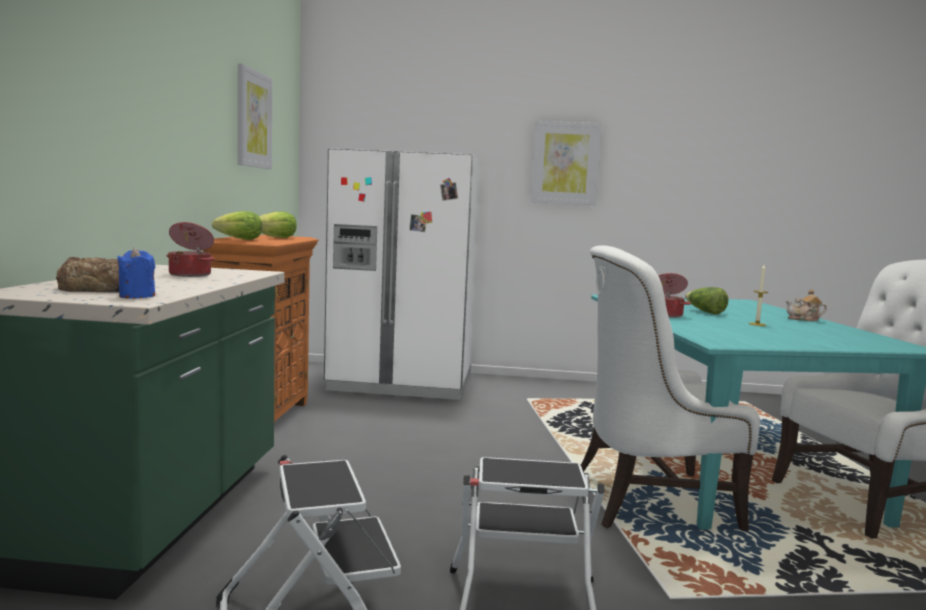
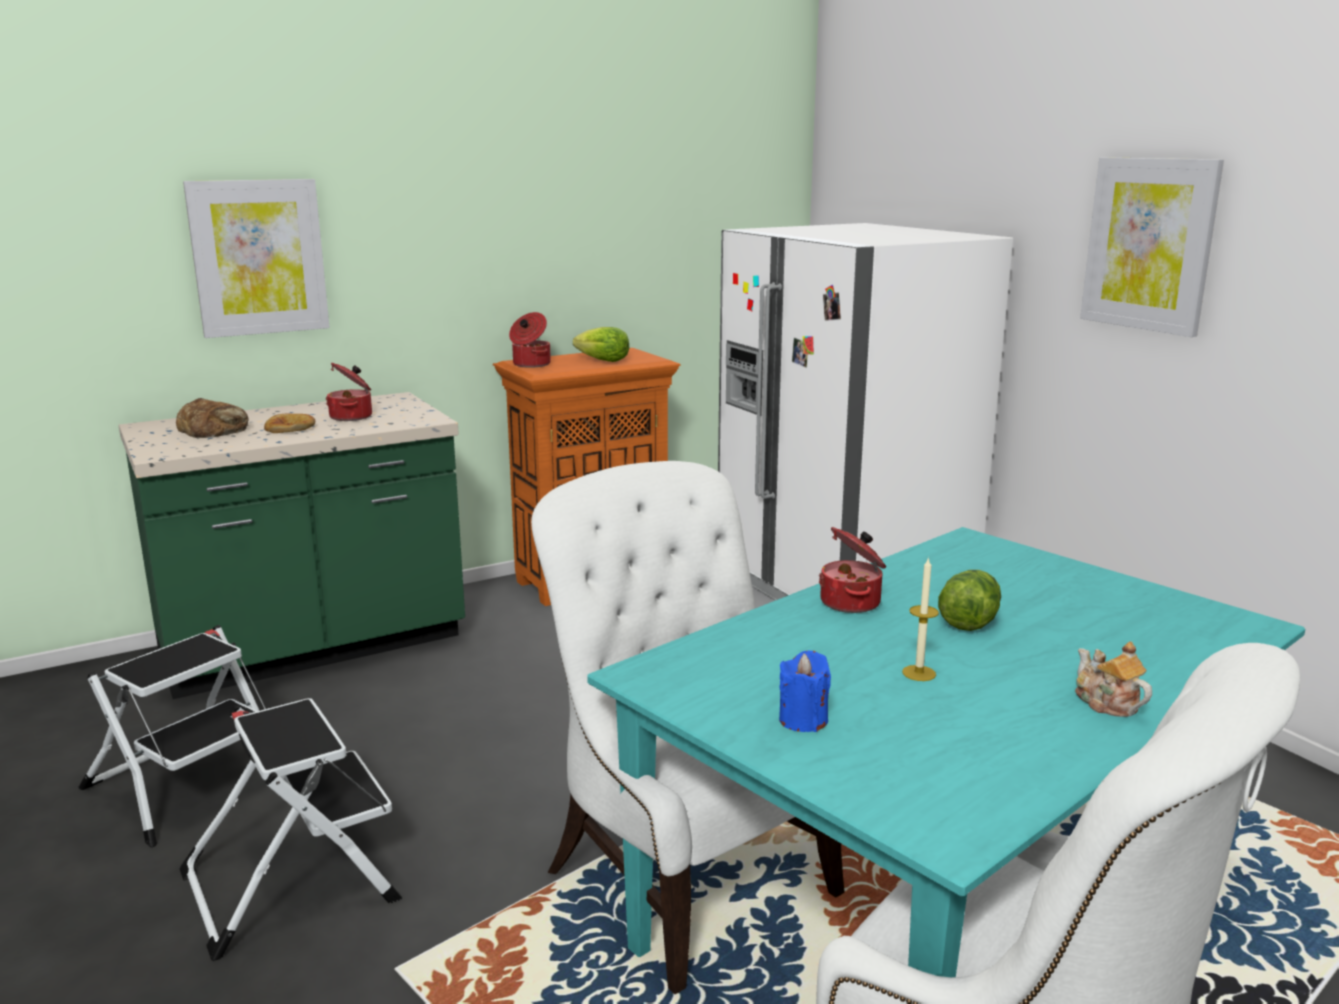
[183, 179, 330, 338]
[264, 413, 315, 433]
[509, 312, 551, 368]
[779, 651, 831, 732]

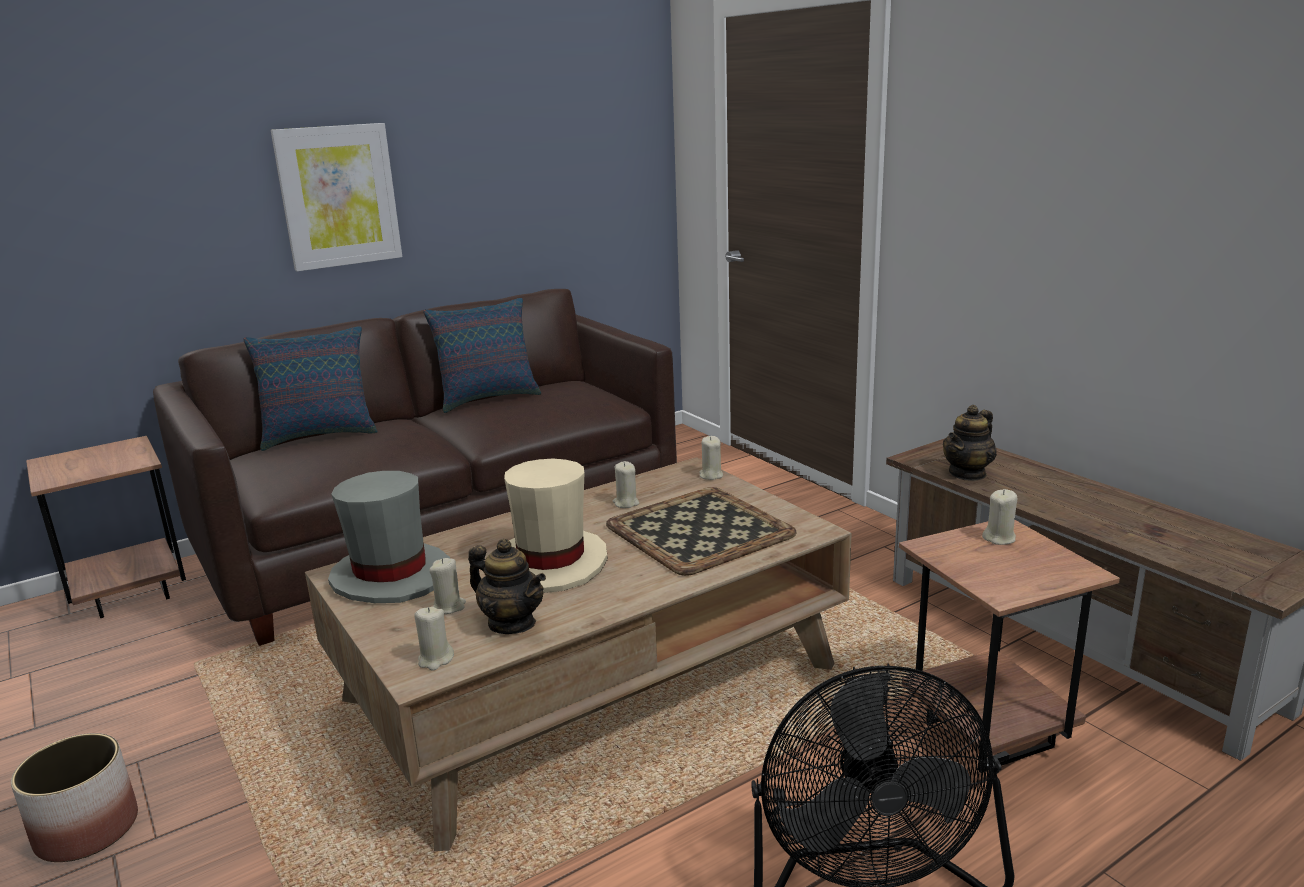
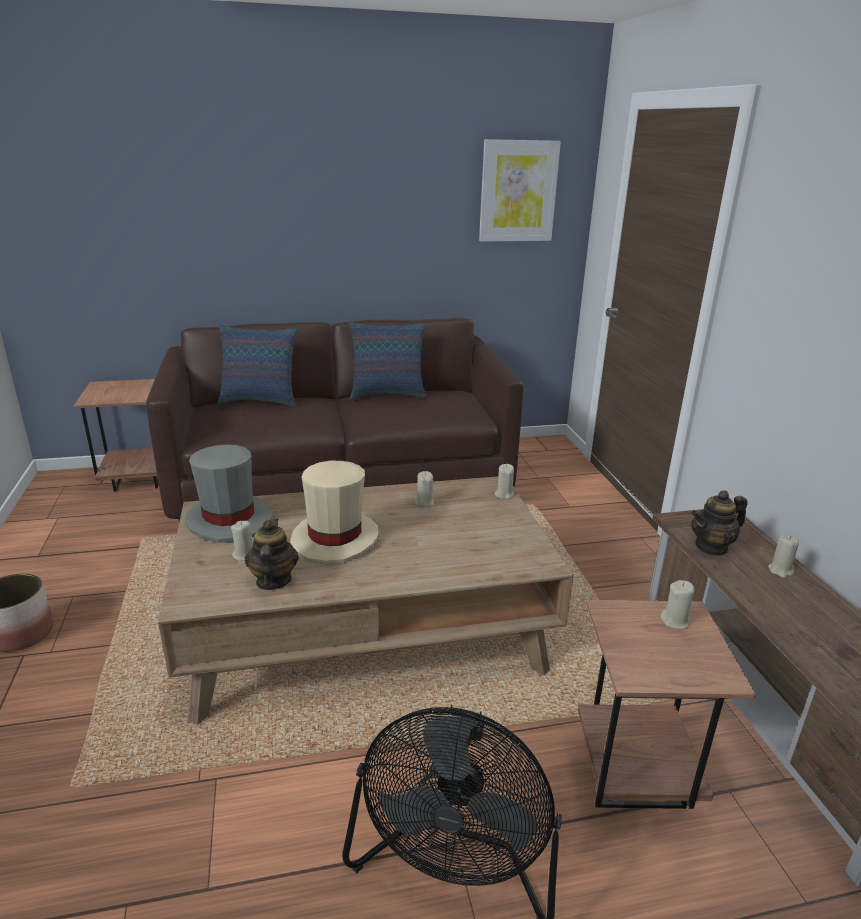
[245, 518, 299, 590]
[479, 139, 561, 241]
[768, 535, 799, 578]
[606, 487, 797, 576] (first image)

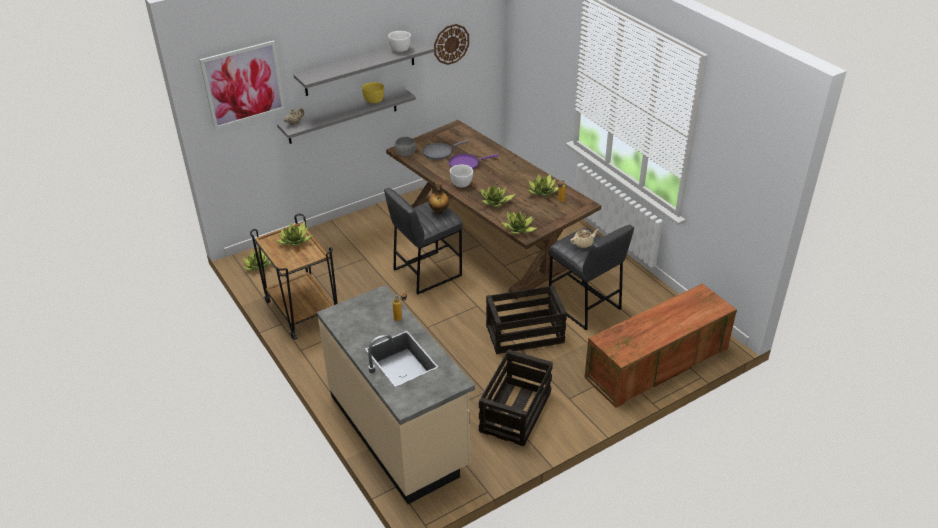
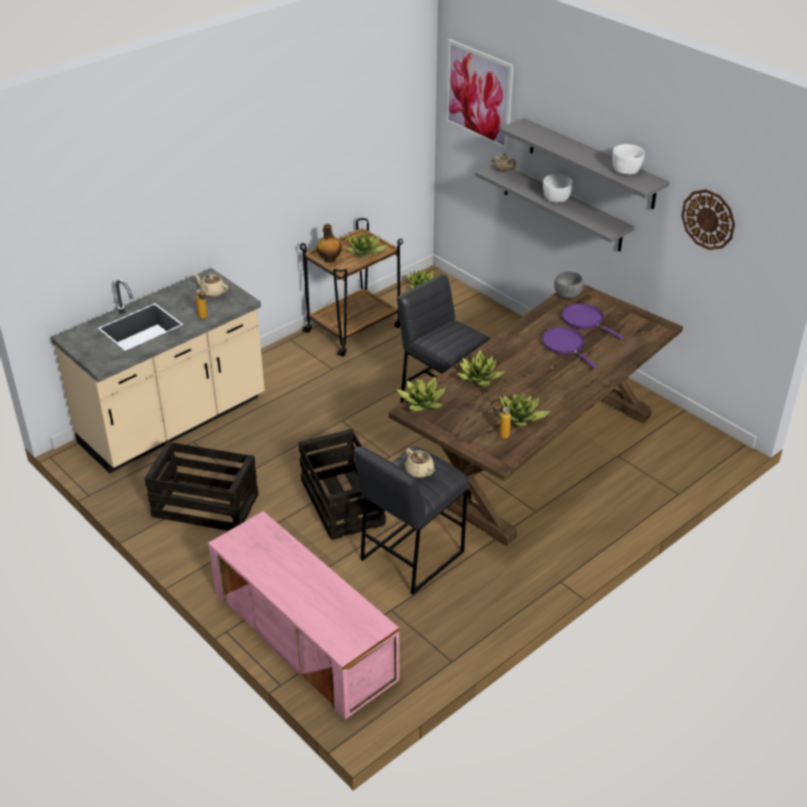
[194, 274, 228, 297]
[208, 511, 399, 719]
[316, 224, 342, 263]
[543, 174, 573, 203]
[562, 303, 624, 339]
[362, 82, 384, 103] (first image)

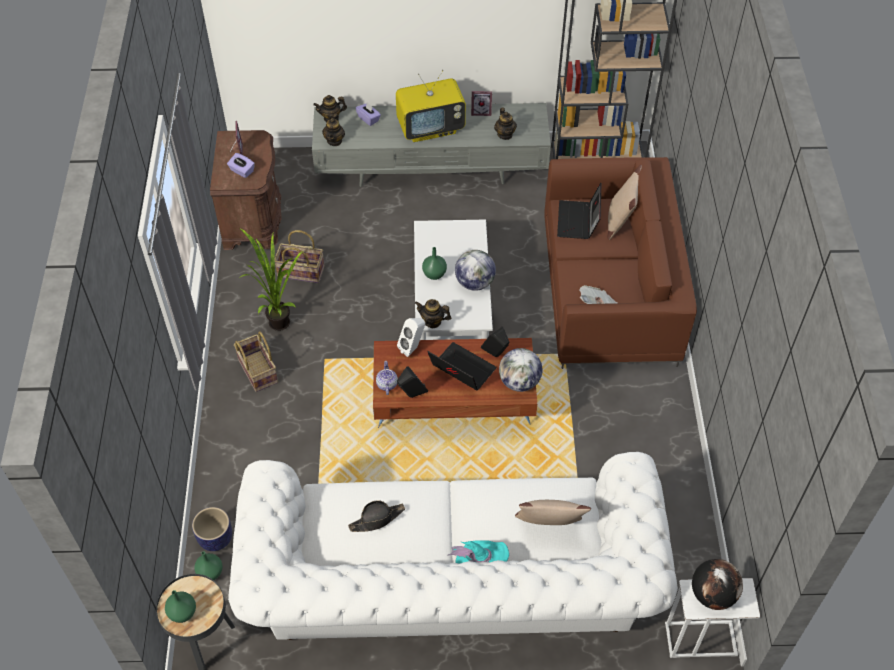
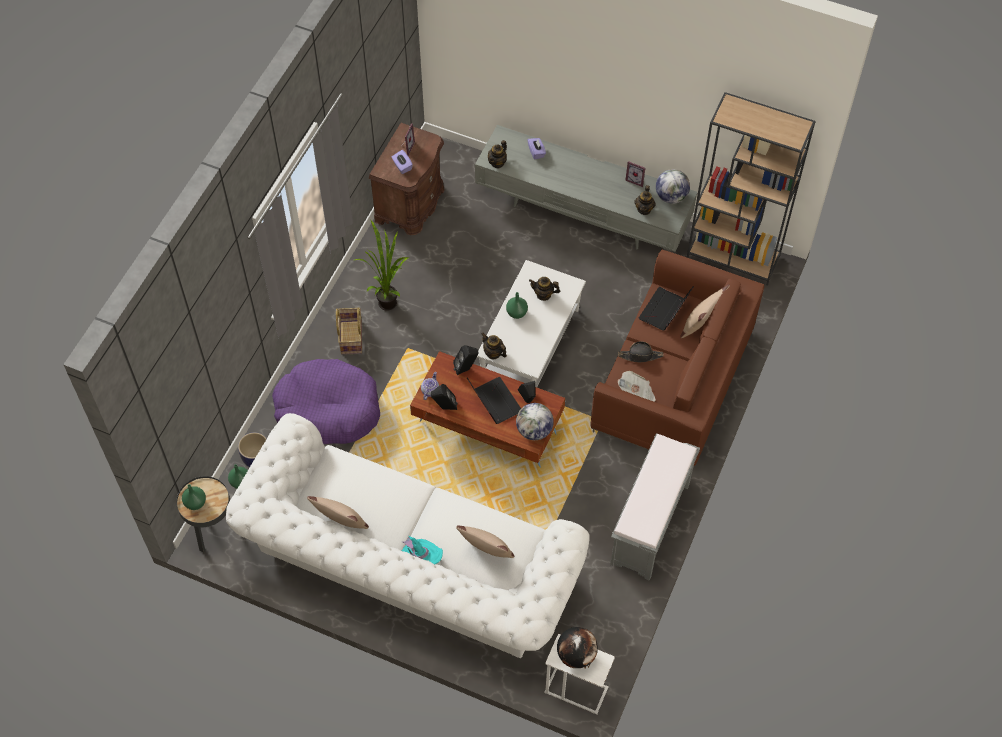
[272, 359, 380, 444]
[307, 496, 369, 529]
[453, 345, 479, 375]
[529, 277, 560, 301]
[610, 433, 700, 581]
[618, 341, 664, 362]
[656, 169, 690, 204]
[275, 230, 324, 283] (first image)
[396, 70, 466, 142] (first image)

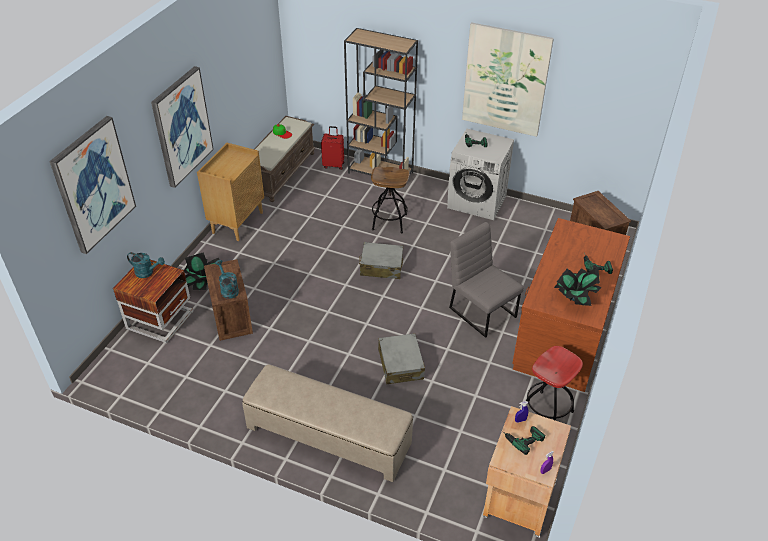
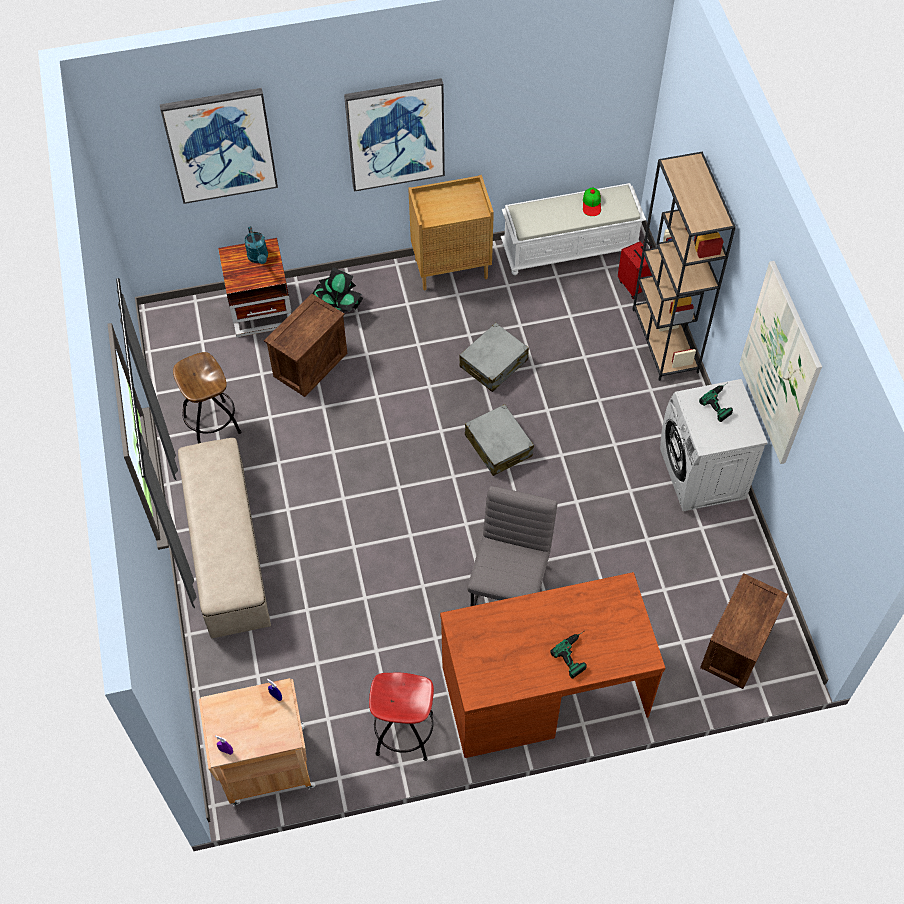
[173, 352, 241, 444]
[459, 323, 529, 392]
[501, 183, 646, 275]
[215, 260, 239, 299] (first image)
[500, 426, 545, 455] (first image)
[554, 268, 601, 306] (first image)

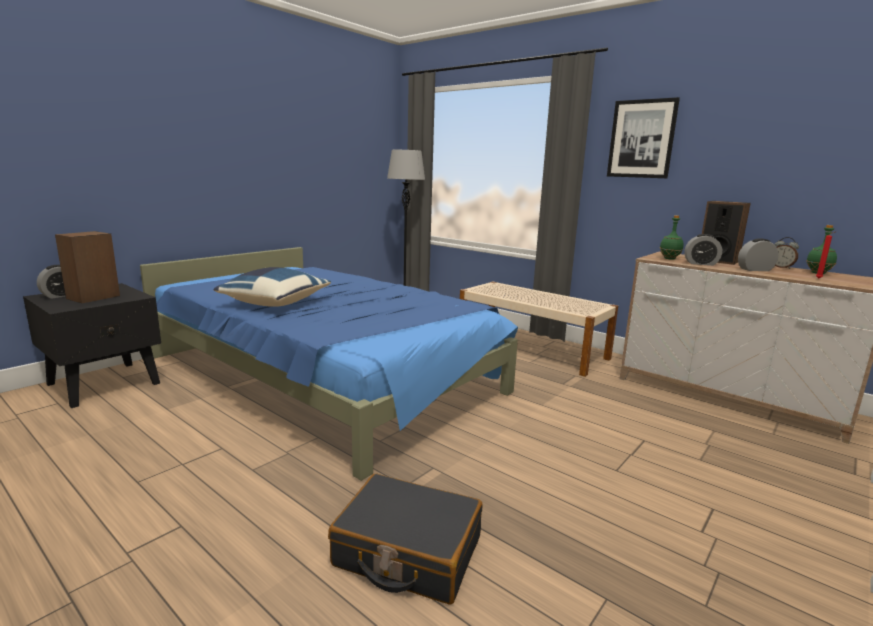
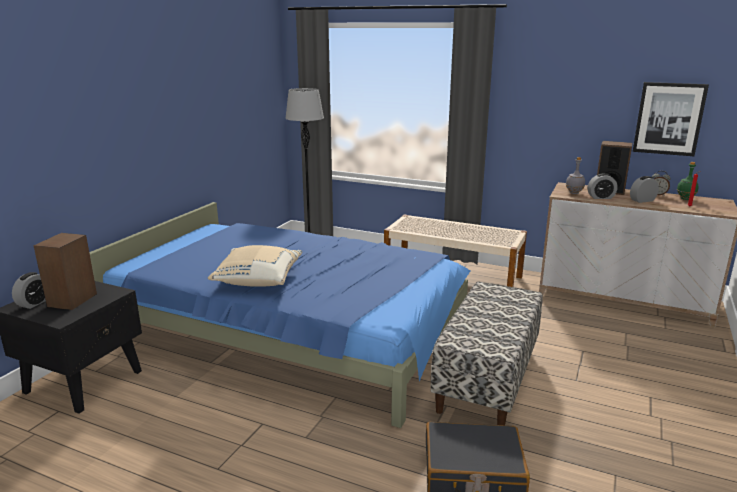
[208, 245, 302, 287]
[430, 282, 543, 425]
[566, 157, 585, 194]
[633, 82, 709, 156]

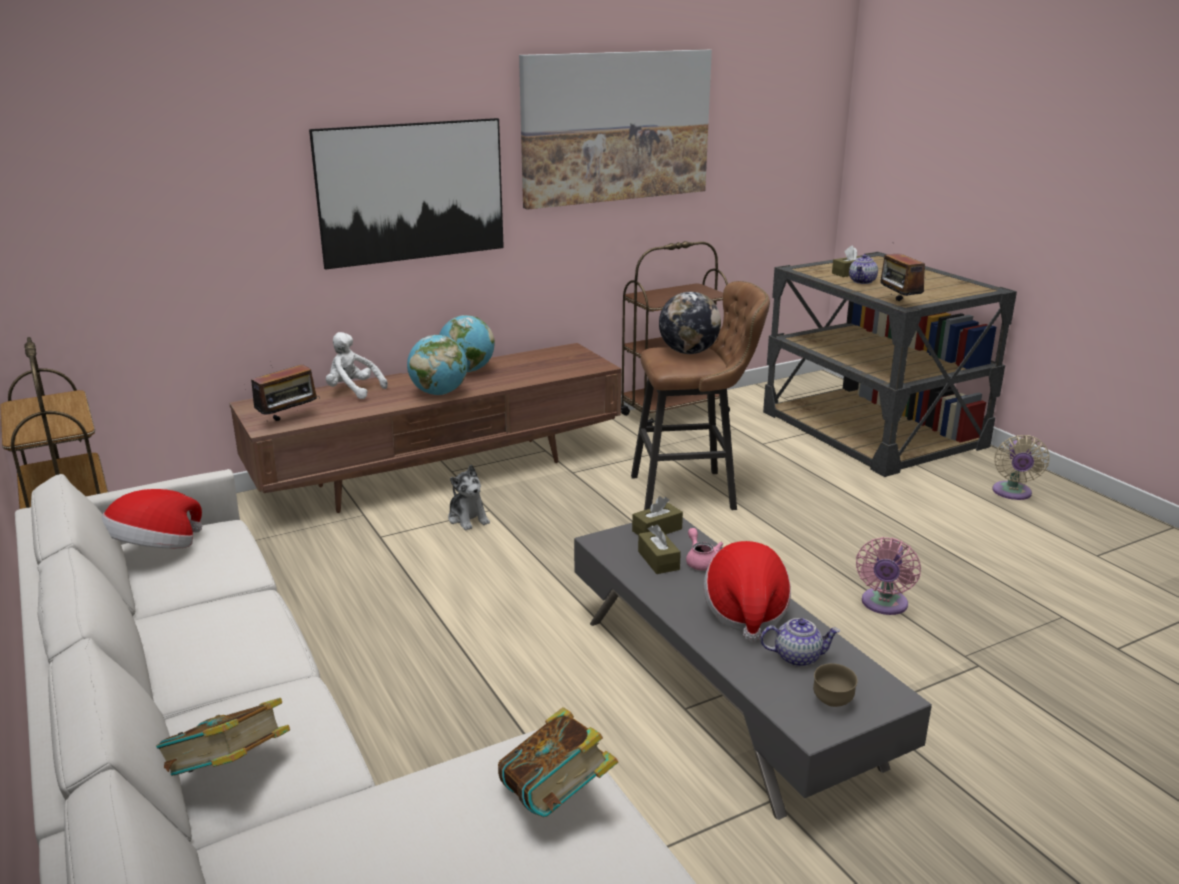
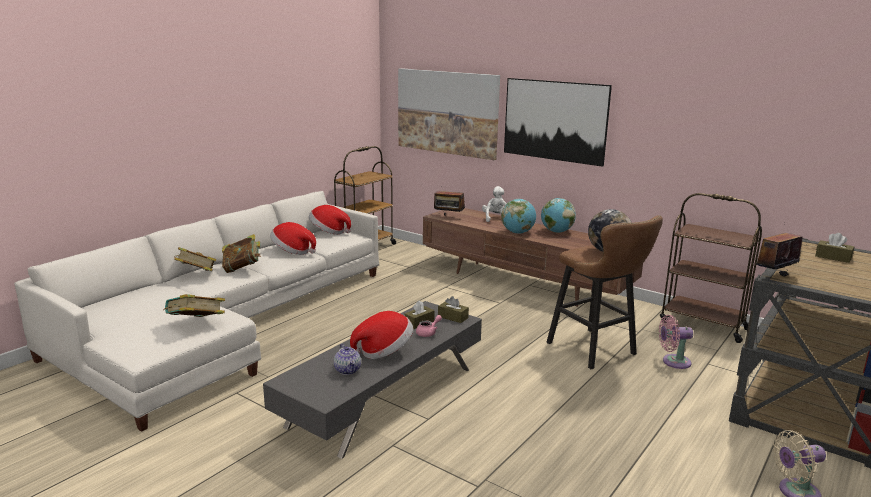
[222, 234, 261, 273]
[270, 222, 316, 255]
[398, 68, 500, 160]
[659, 315, 693, 369]
[448, 465, 490, 530] (first image)
[813, 663, 858, 707] (first image)
[849, 255, 878, 284] (first image)

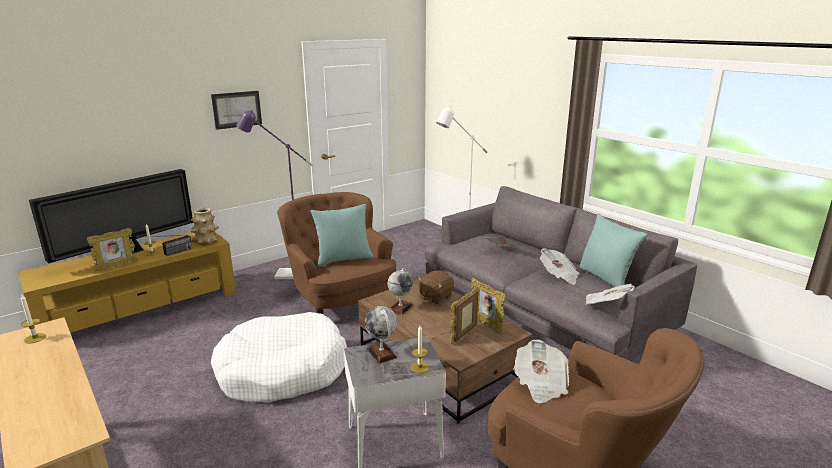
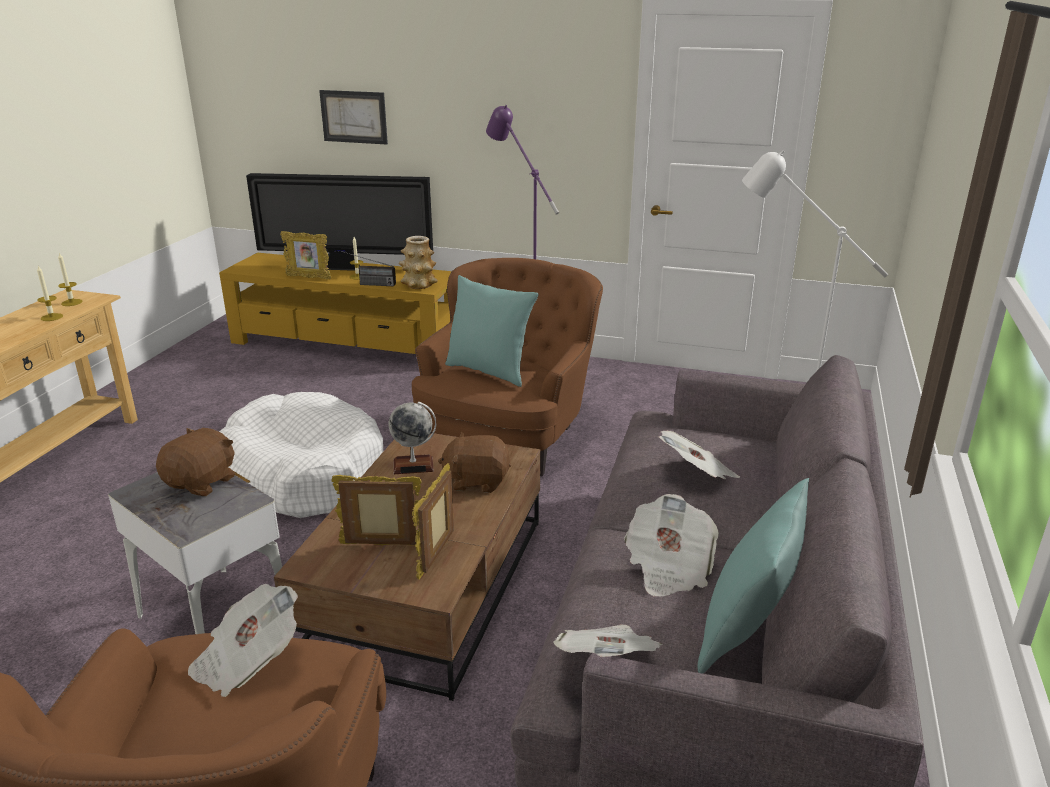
[37, 266, 63, 321]
[156, 428, 235, 496]
[319, 90, 388, 145]

